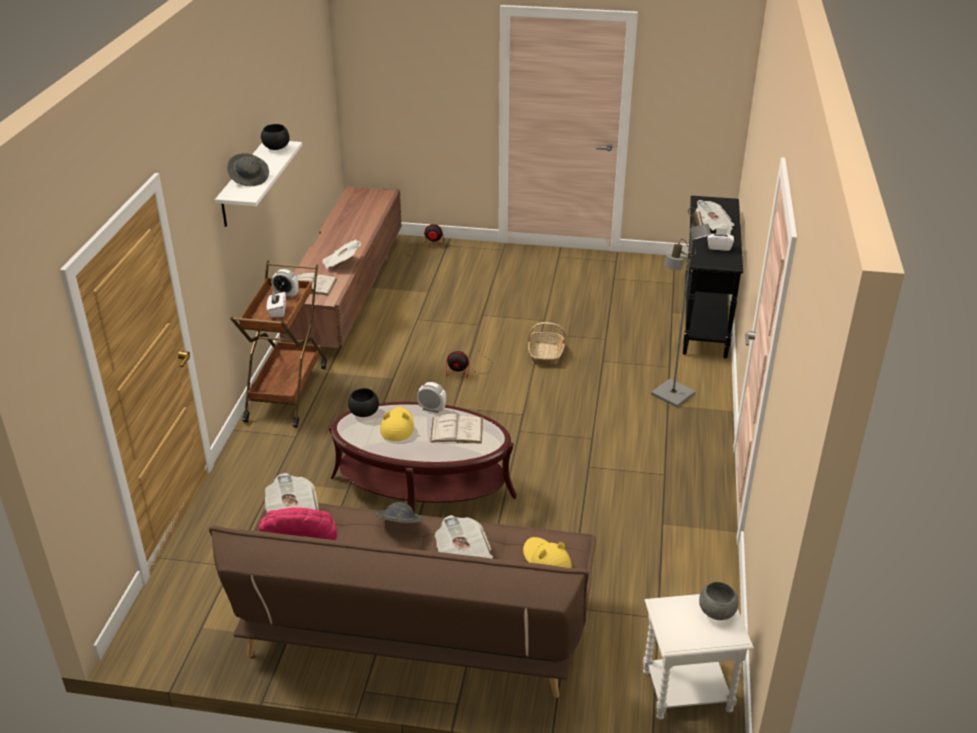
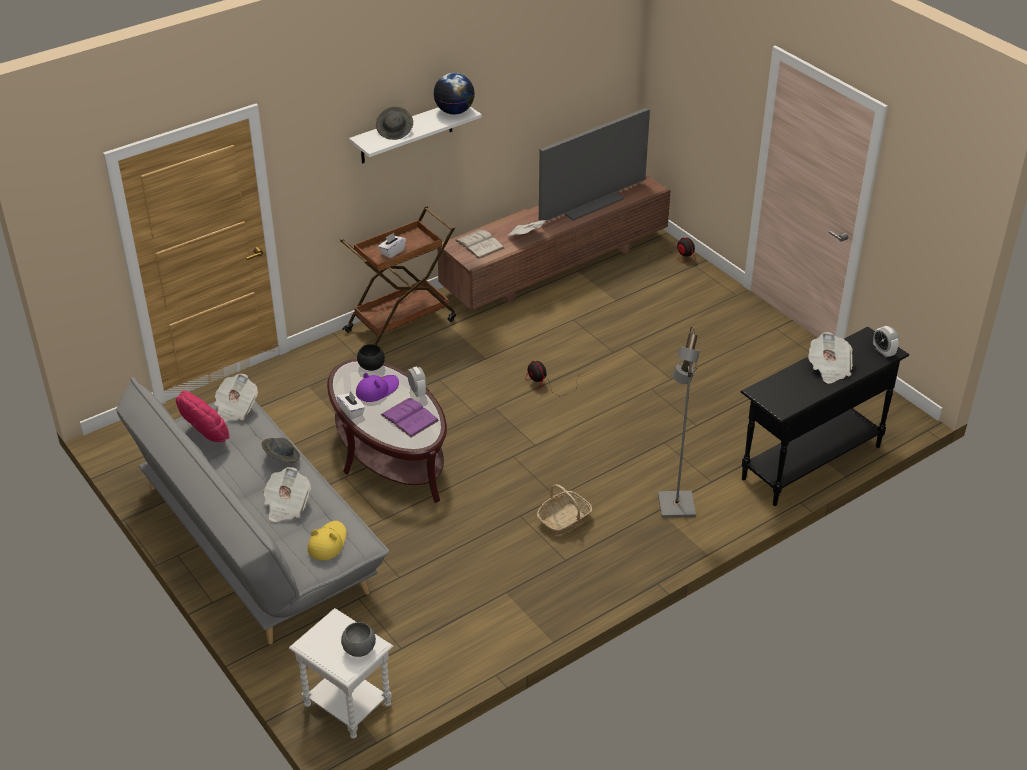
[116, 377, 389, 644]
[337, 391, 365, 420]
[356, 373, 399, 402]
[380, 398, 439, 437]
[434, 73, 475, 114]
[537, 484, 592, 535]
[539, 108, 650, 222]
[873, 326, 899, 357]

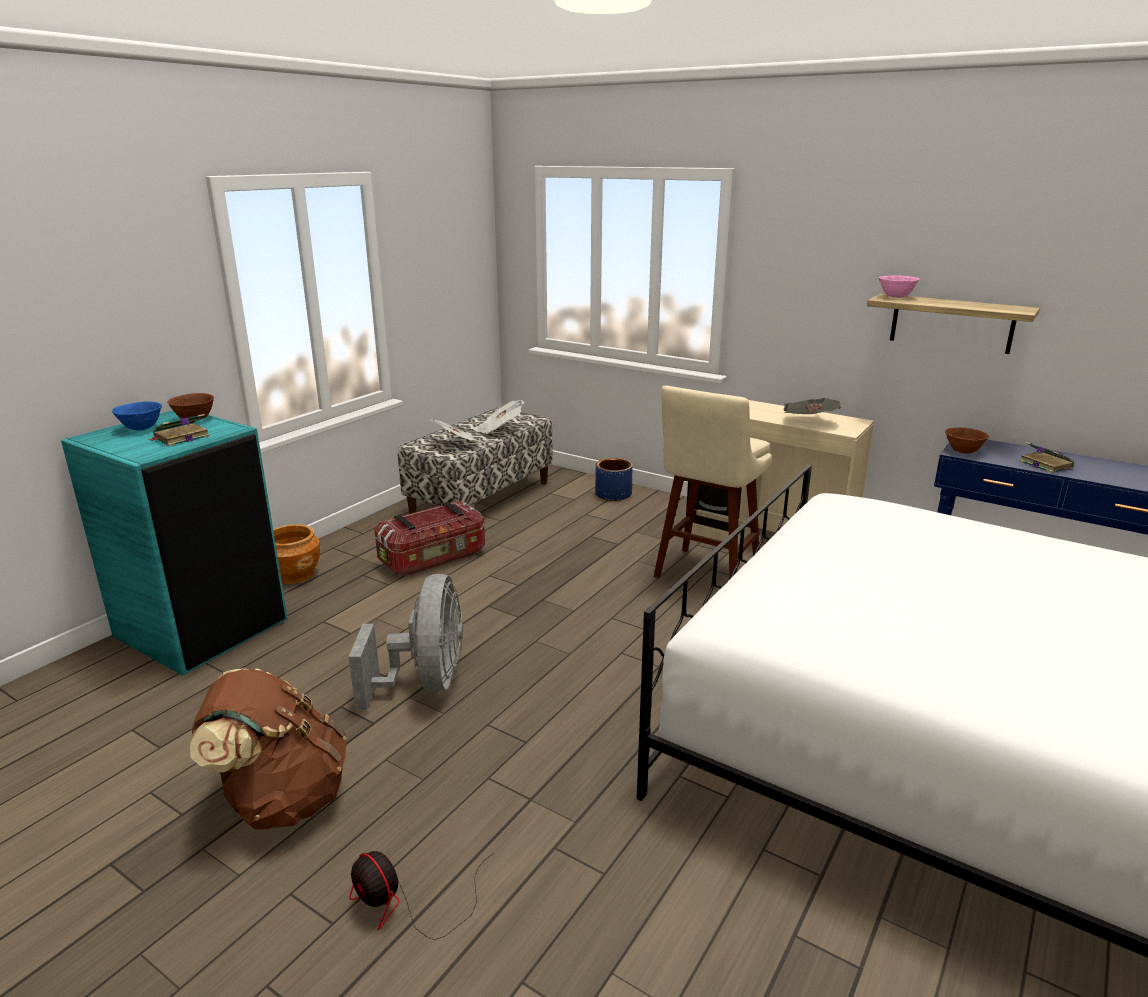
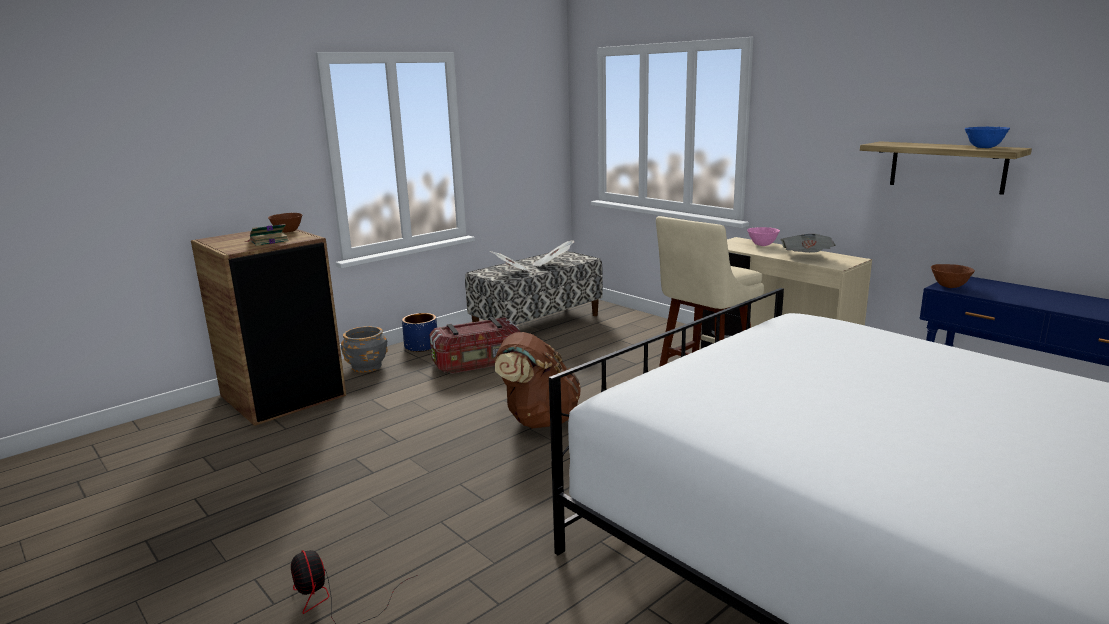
[191, 229, 346, 426]
[341, 326, 388, 372]
[402, 313, 437, 352]
[494, 332, 581, 428]
[747, 227, 780, 246]
[965, 127, 1010, 148]
[349, 574, 463, 710] (first image)
[1019, 442, 1074, 473] (first image)

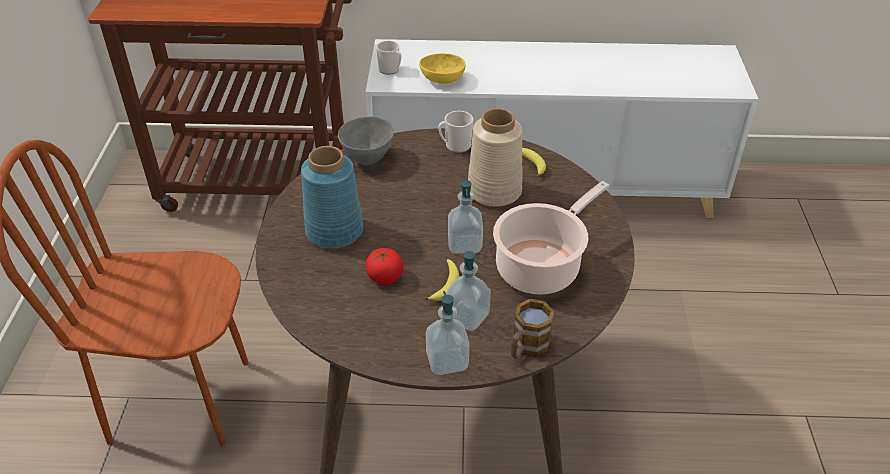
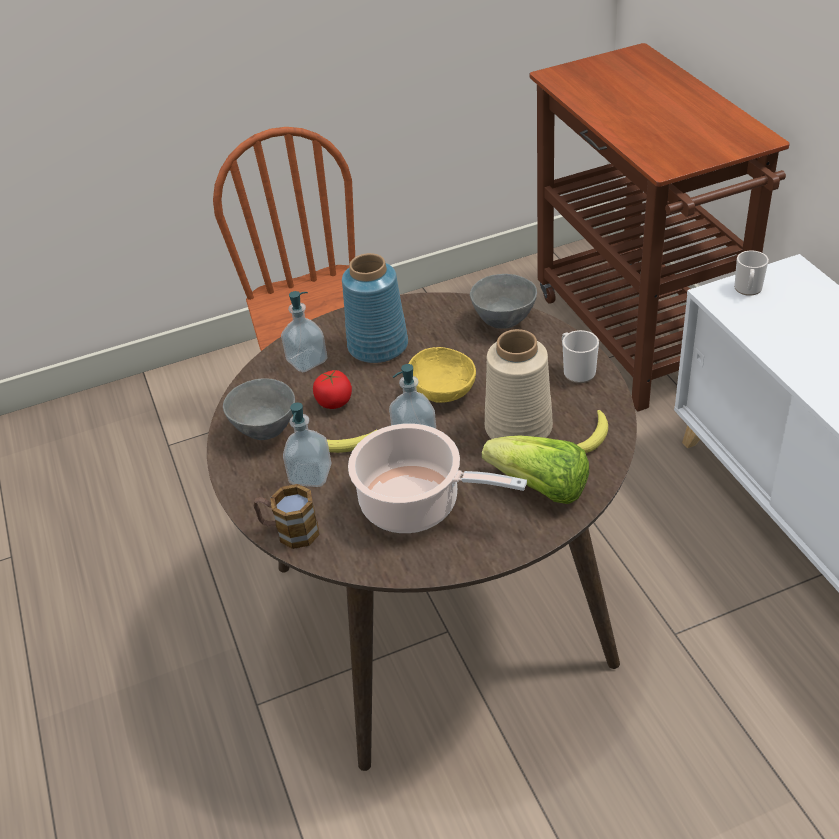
[223, 378, 295, 440]
[281, 291, 327, 372]
[409, 347, 476, 403]
[482, 436, 589, 504]

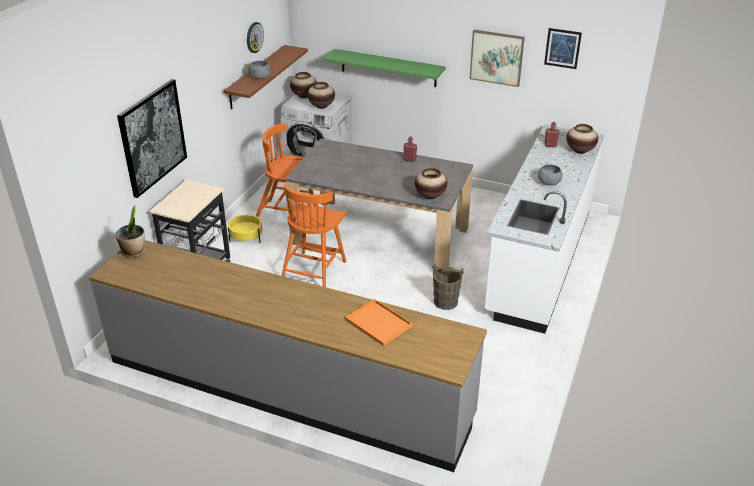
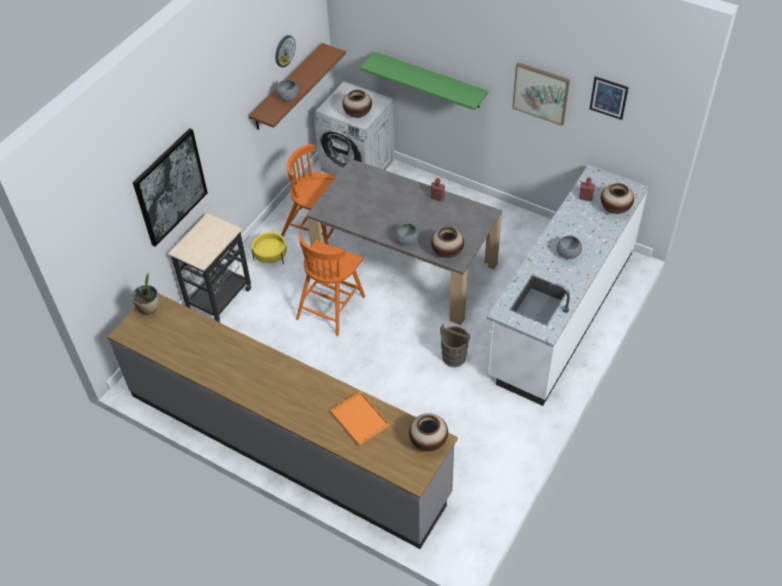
[395, 223, 419, 246]
[409, 413, 448, 452]

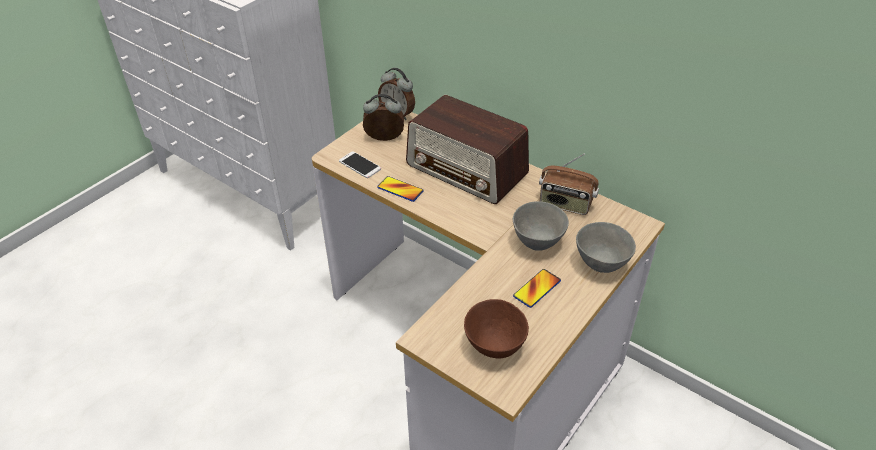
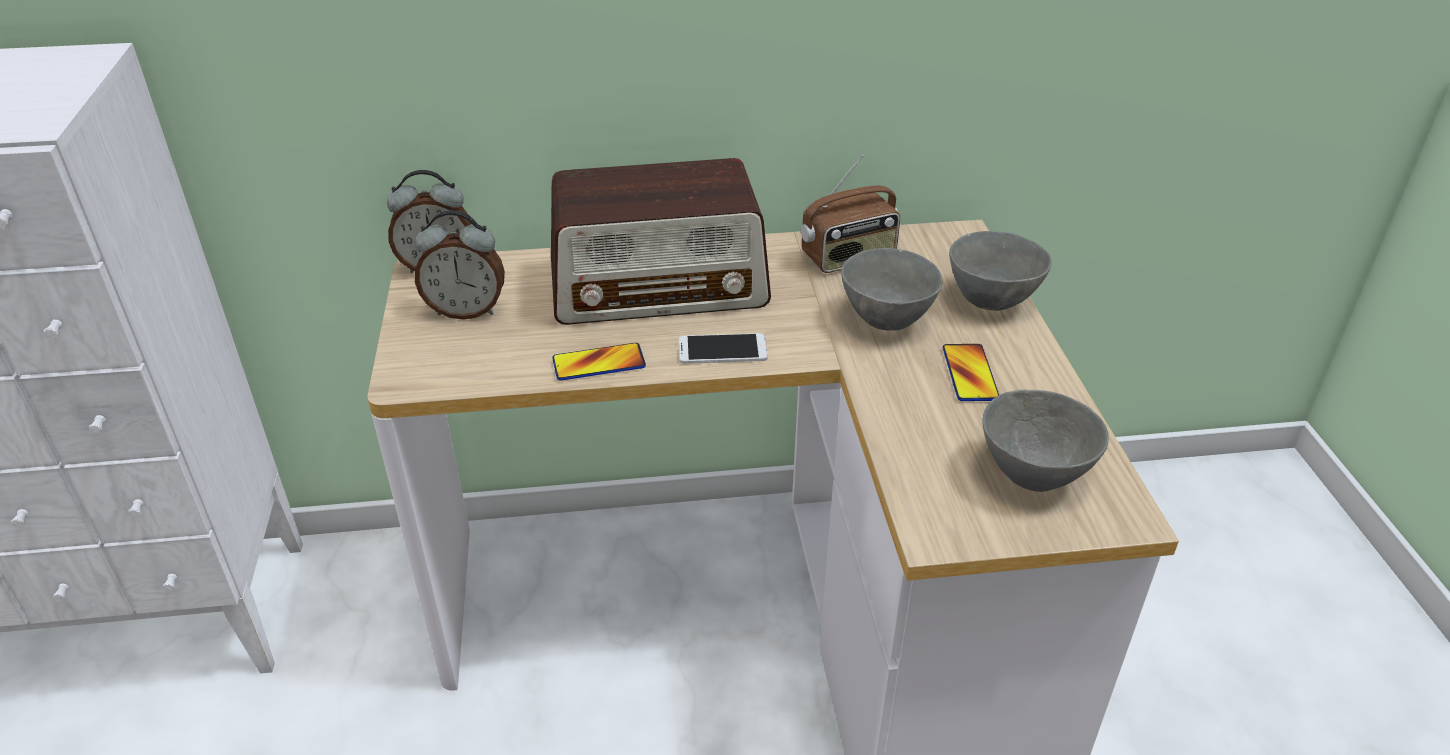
[415, 210, 505, 320]
[679, 333, 768, 364]
[983, 389, 1109, 492]

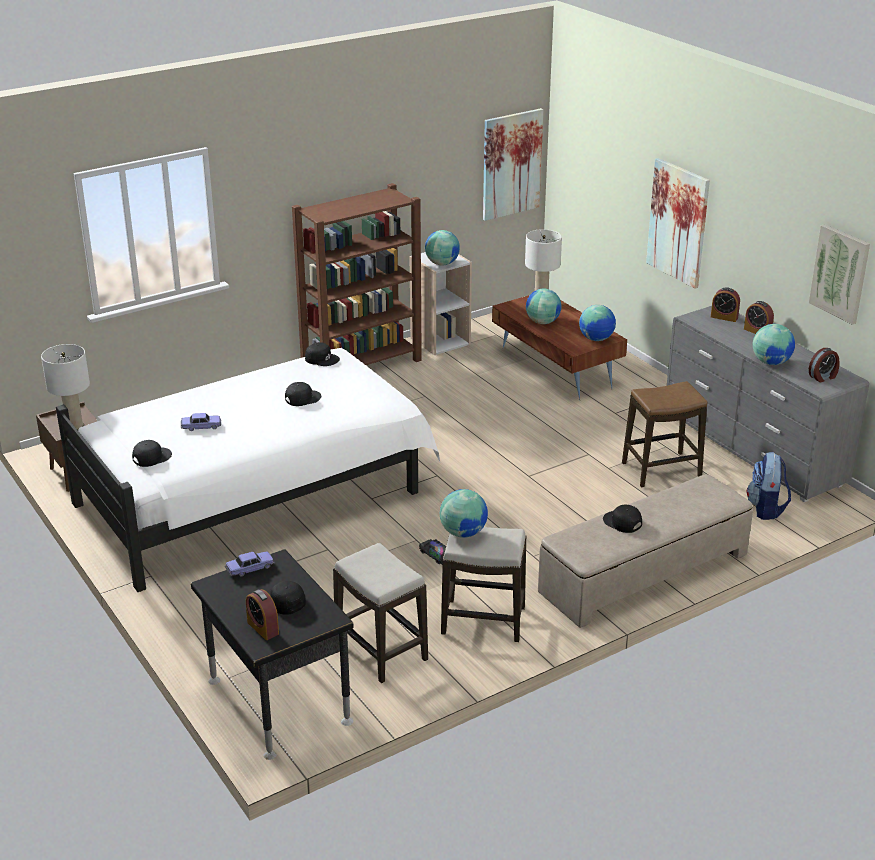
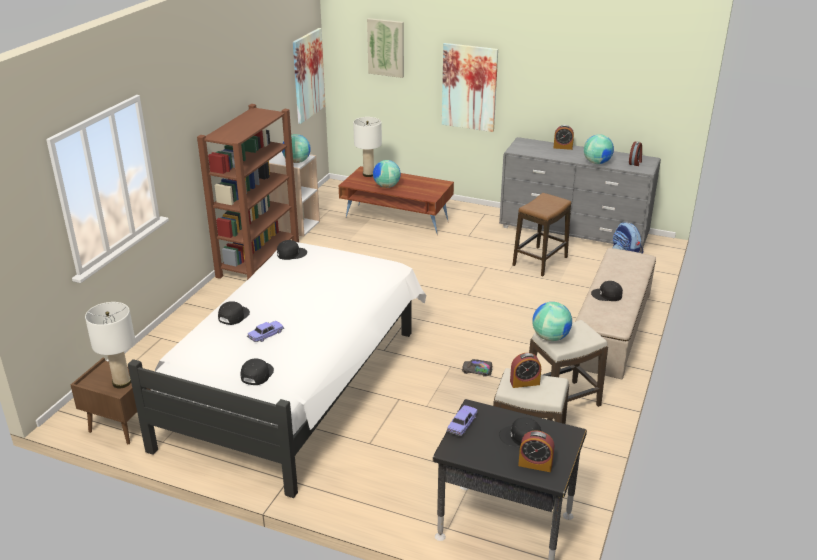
[218, 301, 250, 325]
[367, 18, 404, 78]
[510, 353, 541, 388]
[579, 305, 616, 341] (first image)

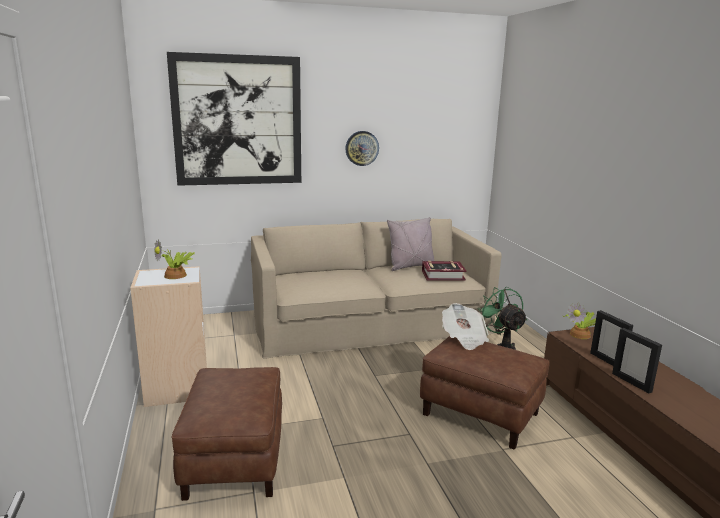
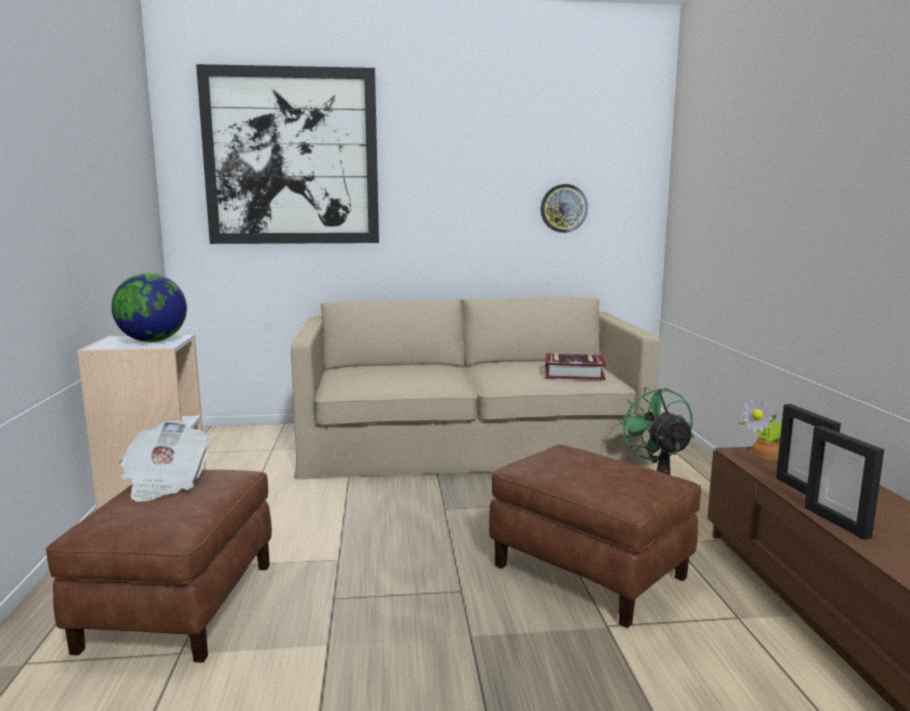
[111, 273, 187, 342]
[119, 421, 211, 502]
[540, 184, 588, 233]
[387, 217, 434, 271] (first image)

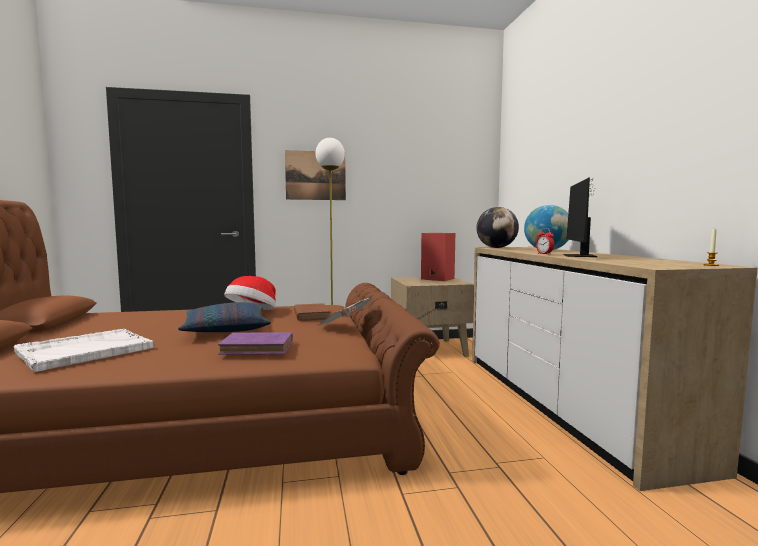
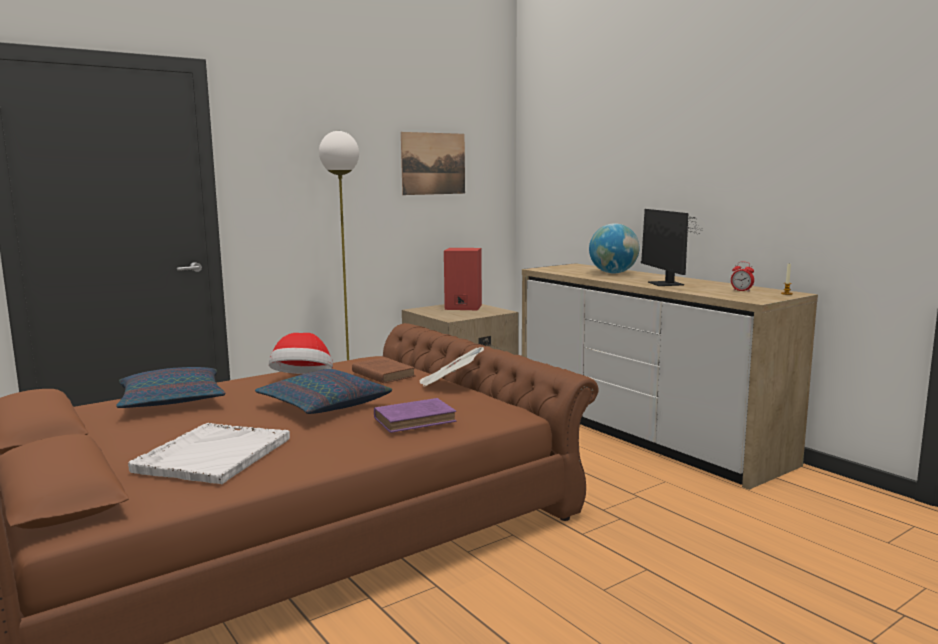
[116, 367, 225, 408]
[401, 132, 465, 195]
[731, 262, 754, 292]
[476, 207, 519, 248] (first image)

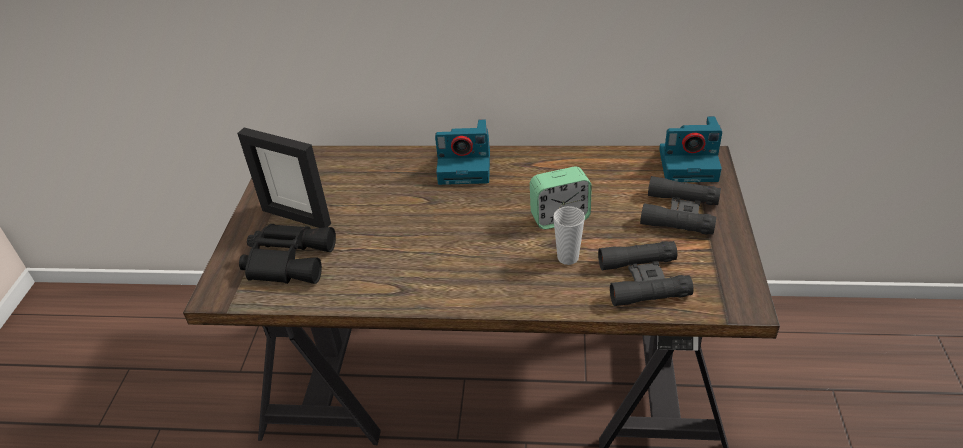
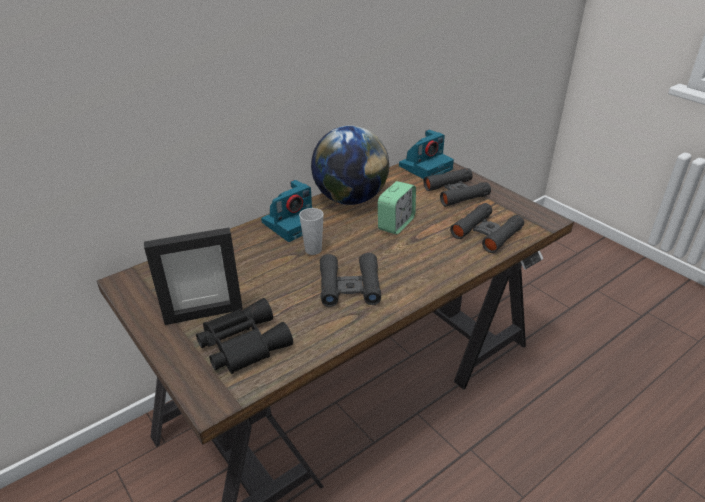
[299, 208, 324, 255]
[311, 126, 389, 205]
[320, 253, 381, 307]

